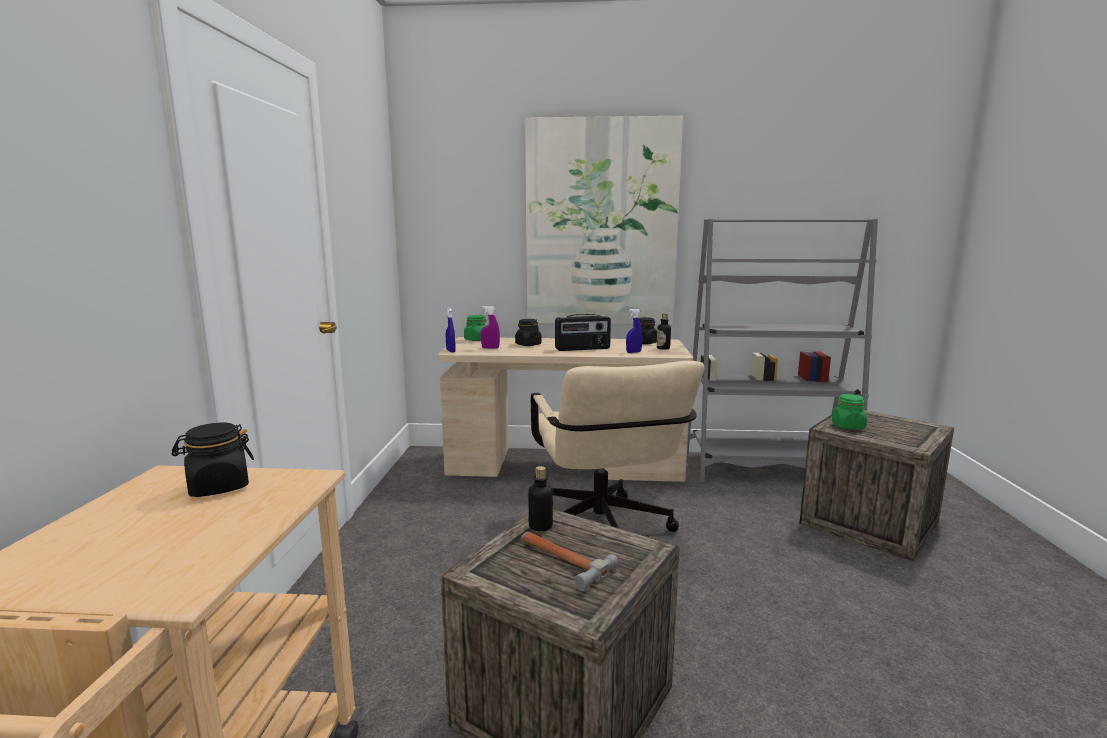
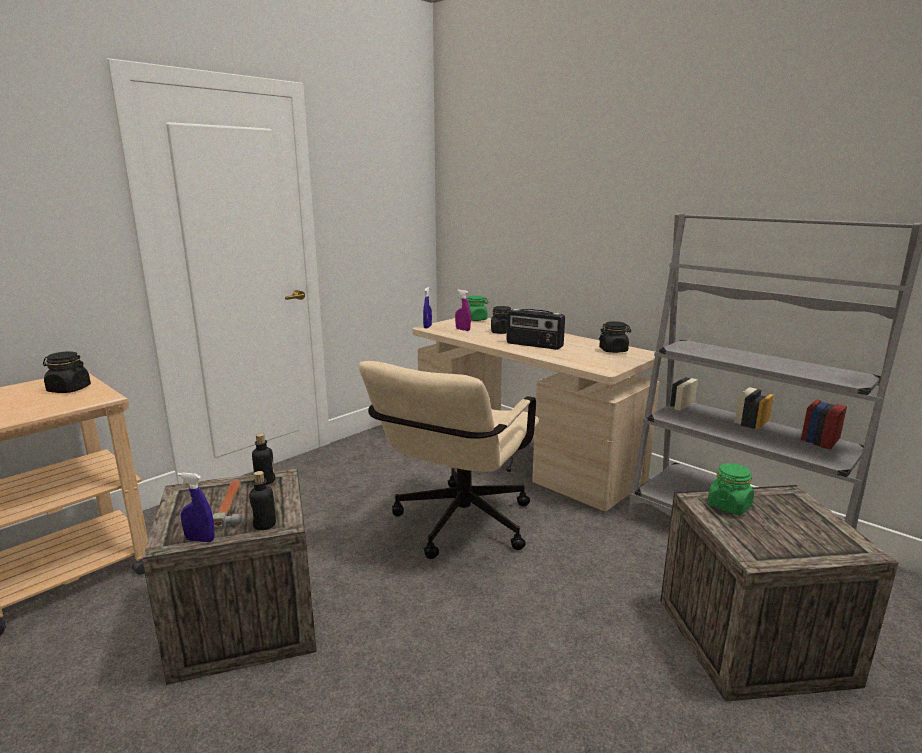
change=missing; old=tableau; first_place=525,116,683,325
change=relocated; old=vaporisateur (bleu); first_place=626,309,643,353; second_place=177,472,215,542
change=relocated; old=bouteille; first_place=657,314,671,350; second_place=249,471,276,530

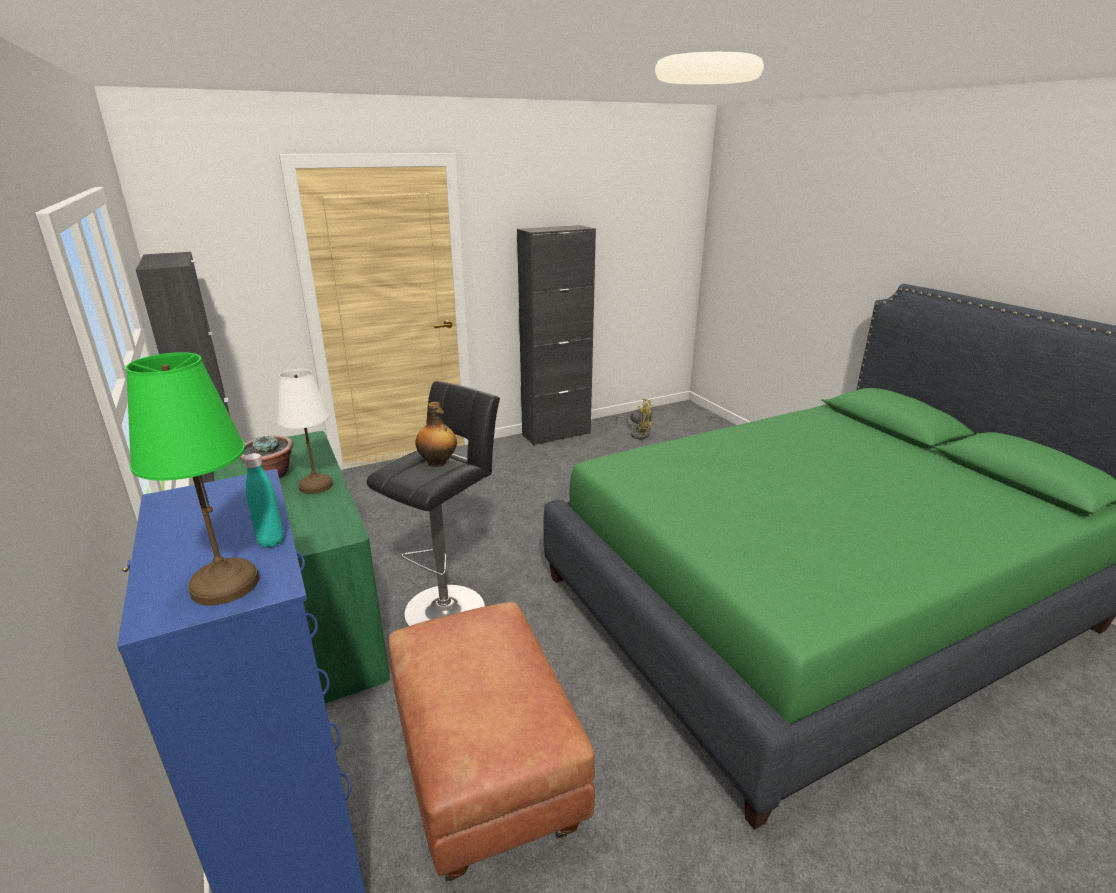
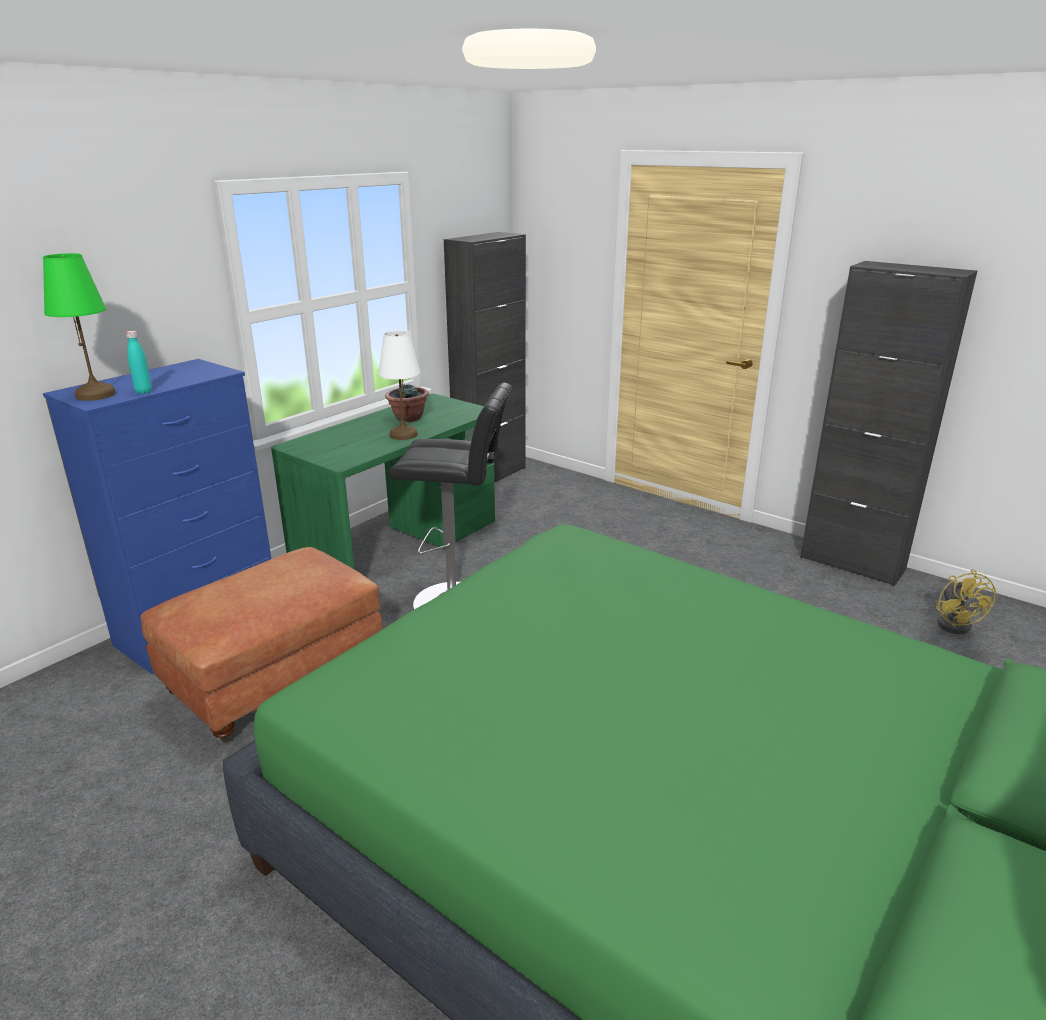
change=missing; old=bouteille; first_place=415,402,457,467

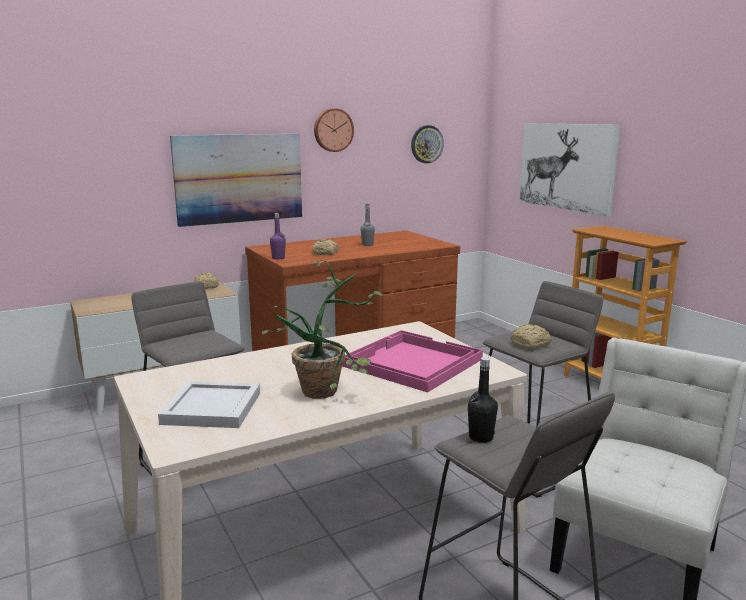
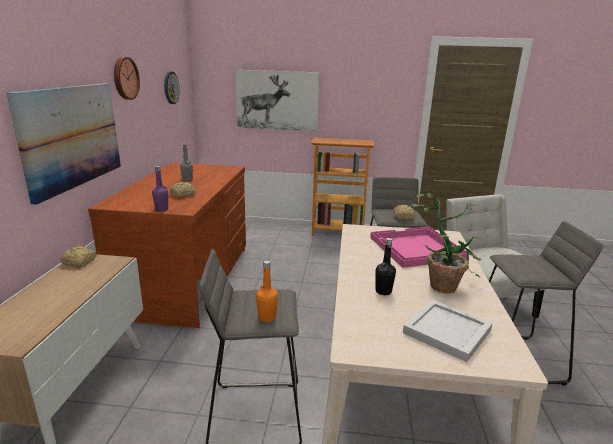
change=relocated; old=bouteille (noir); first_place=468,357,498,443; second_place=375,238,396,295
change=appeared; new=bouteille (orange); second_place=256,261,278,322

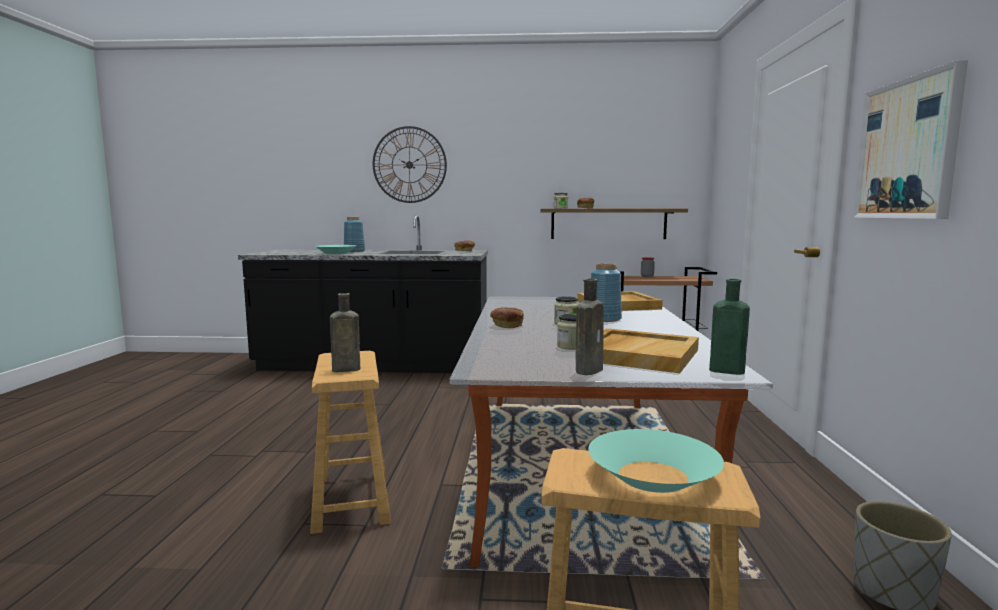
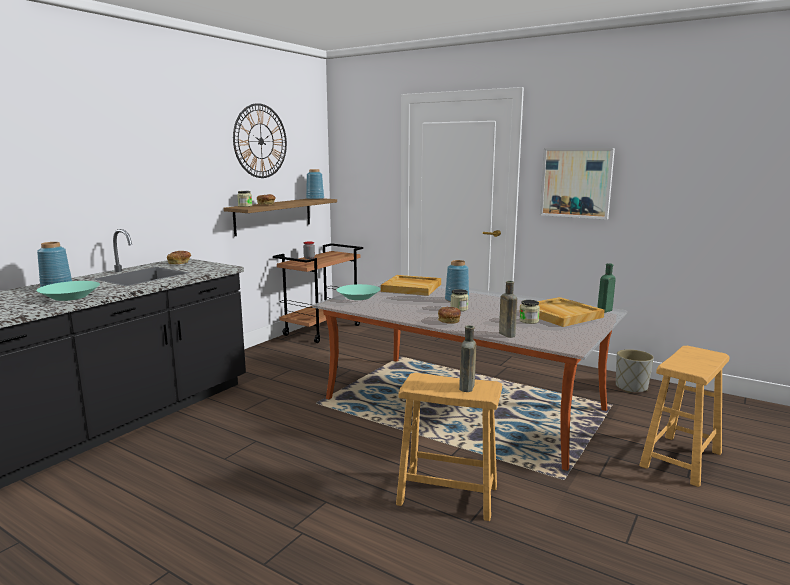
change=relocated; old=horloge murale; first_place=373,126,447,203; second_place=233,103,287,178
change=relocated; old=bouteille (marron); first_place=576,279,604,375; second_place=499,281,517,338
change=relocated; old=bol (turquoise); first_place=588,429,724,493; second_place=337,284,380,300
change=appeared; new=vase (bleu); second_place=306,169,324,200

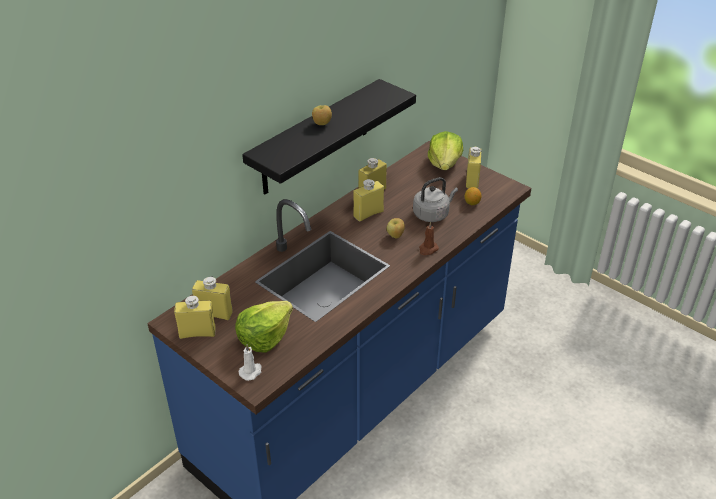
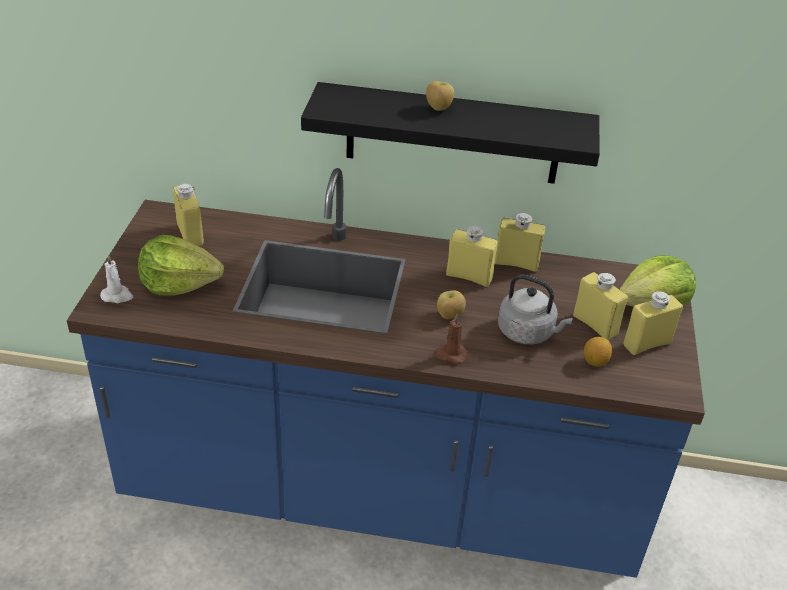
change=relocated; old=bouteille (jaune); first_place=174,296,216,339; second_place=573,272,628,340

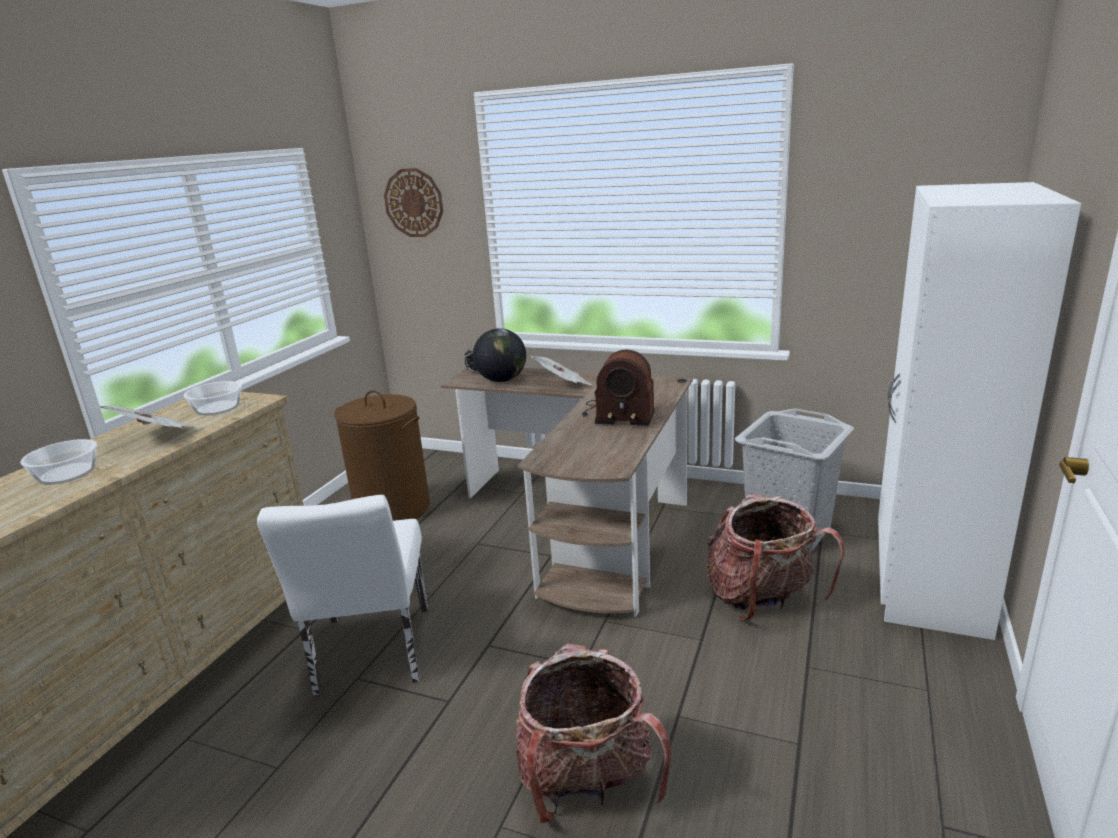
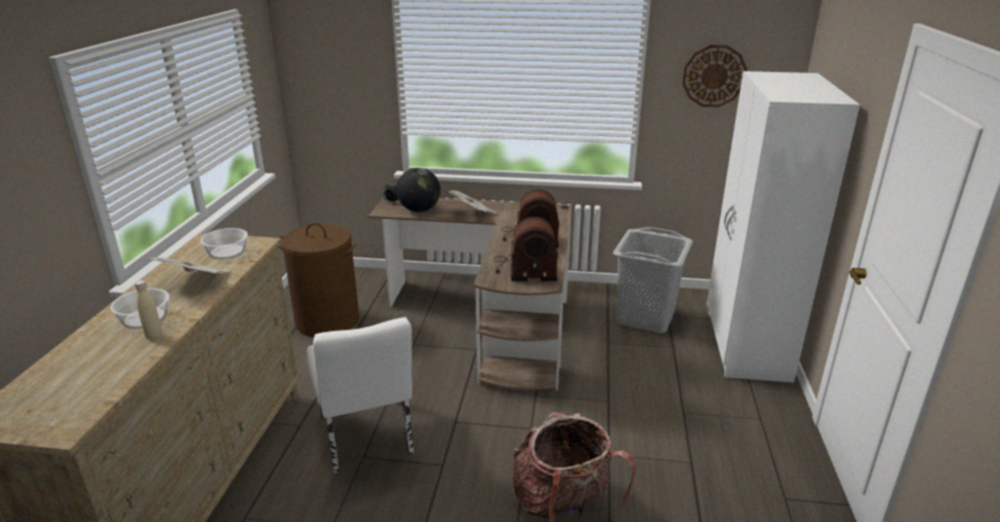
change=relocated; old=horloge murale; first_place=384,168,443,237; second_place=682,45,747,107
change=missing; old=sac à dos; first_place=706,494,844,621
change=appeared; new=bouteille (beige); second_place=134,280,162,340
change=appeared; new=radio; second_place=493,217,558,281

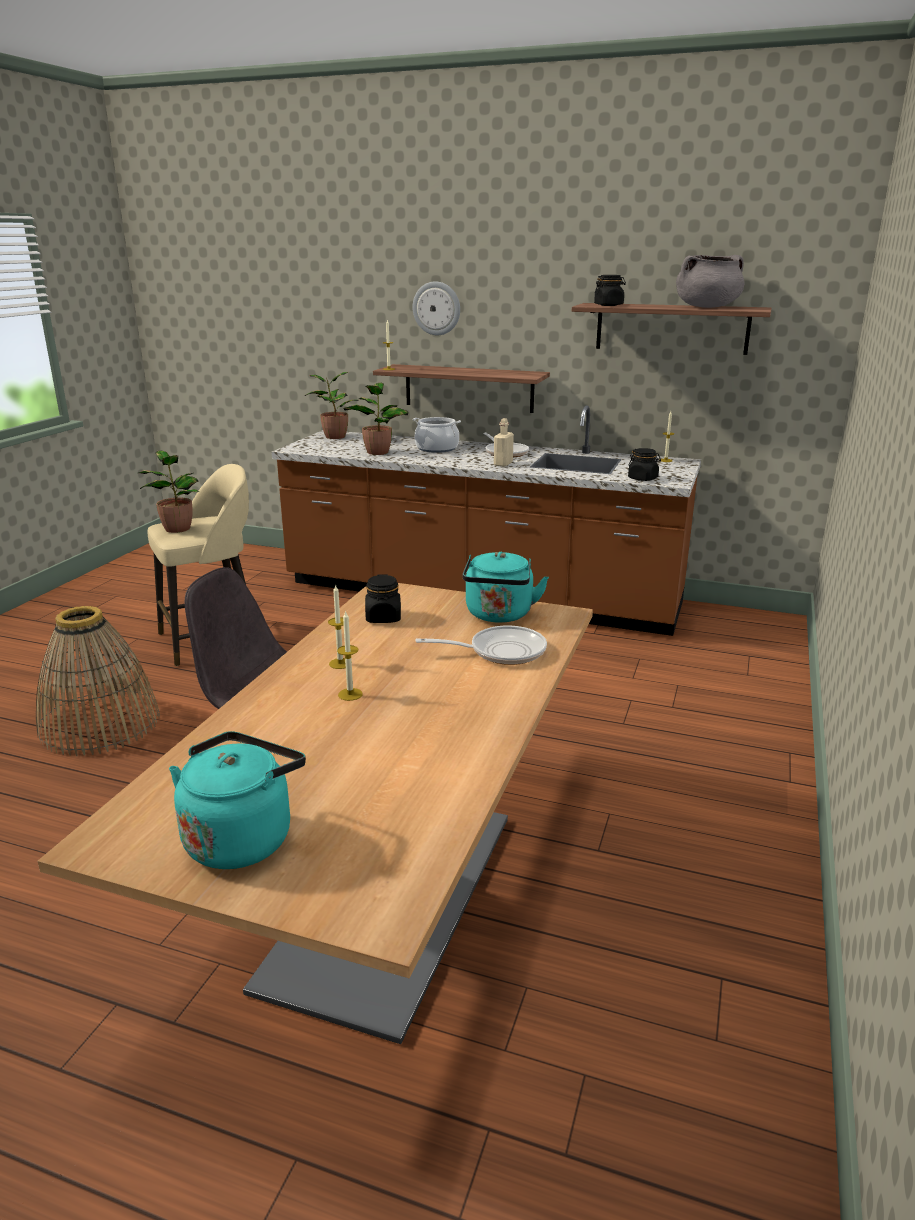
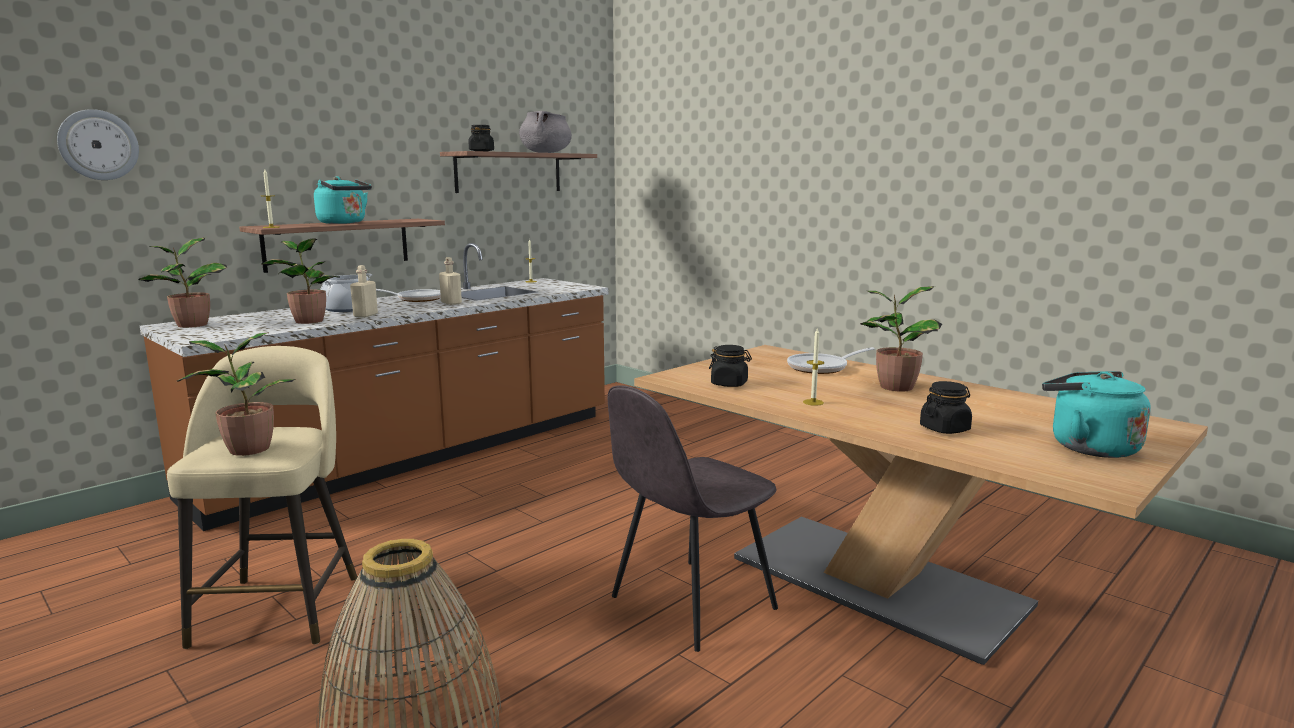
change=missing; old=bougie; first_place=337,610,363,701
change=relocated; old=horloge murale; first_place=413,281,460,335; second_place=57,109,139,180
change=spun; old=poêle; first_place=416,625,547,665; second_place=787,347,875,374; degrees=-135
change=relocated; old=bouilloire (turquoise); first_place=462,552,549,623; second_place=314,176,372,224
change=relocated; old=bocal (noir); first_place=628,448,661,481; second_place=920,381,972,434
change=appeared; new=bouteille (beige); second_place=350,265,378,318
change=appeared; new=plante en pot; second_place=860,286,942,392

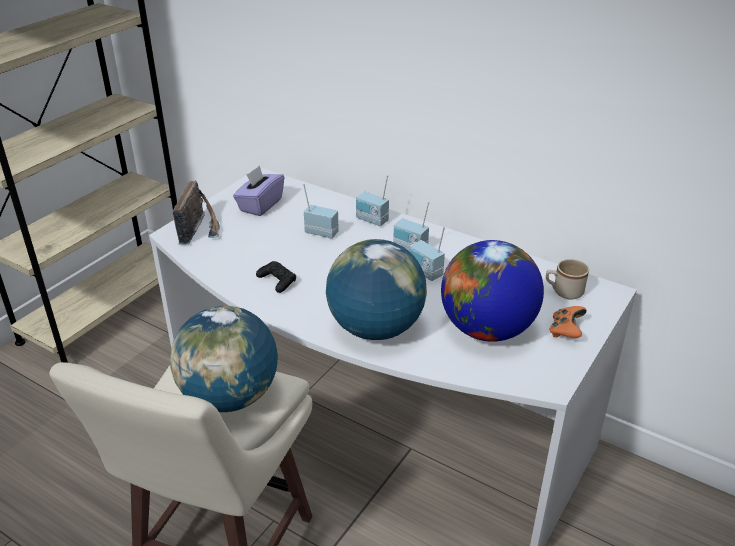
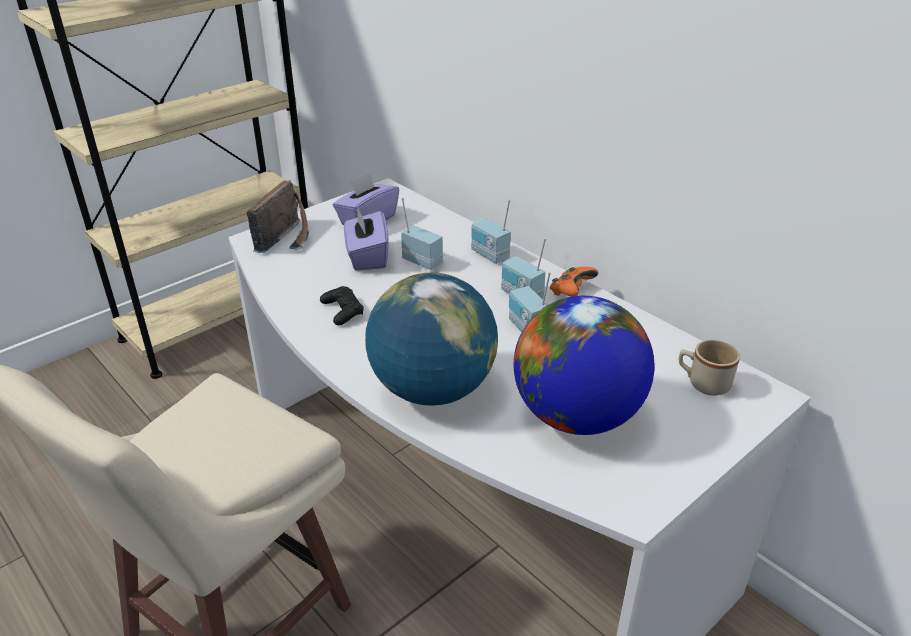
change=missing; old=globe; first_place=170,306,278,412
change=relocated; old=manette (orange); first_place=549,306,587,338; second_place=550,267,599,297
change=appeared; new=boîte à mouchoirs (violet); second_place=344,207,389,271

